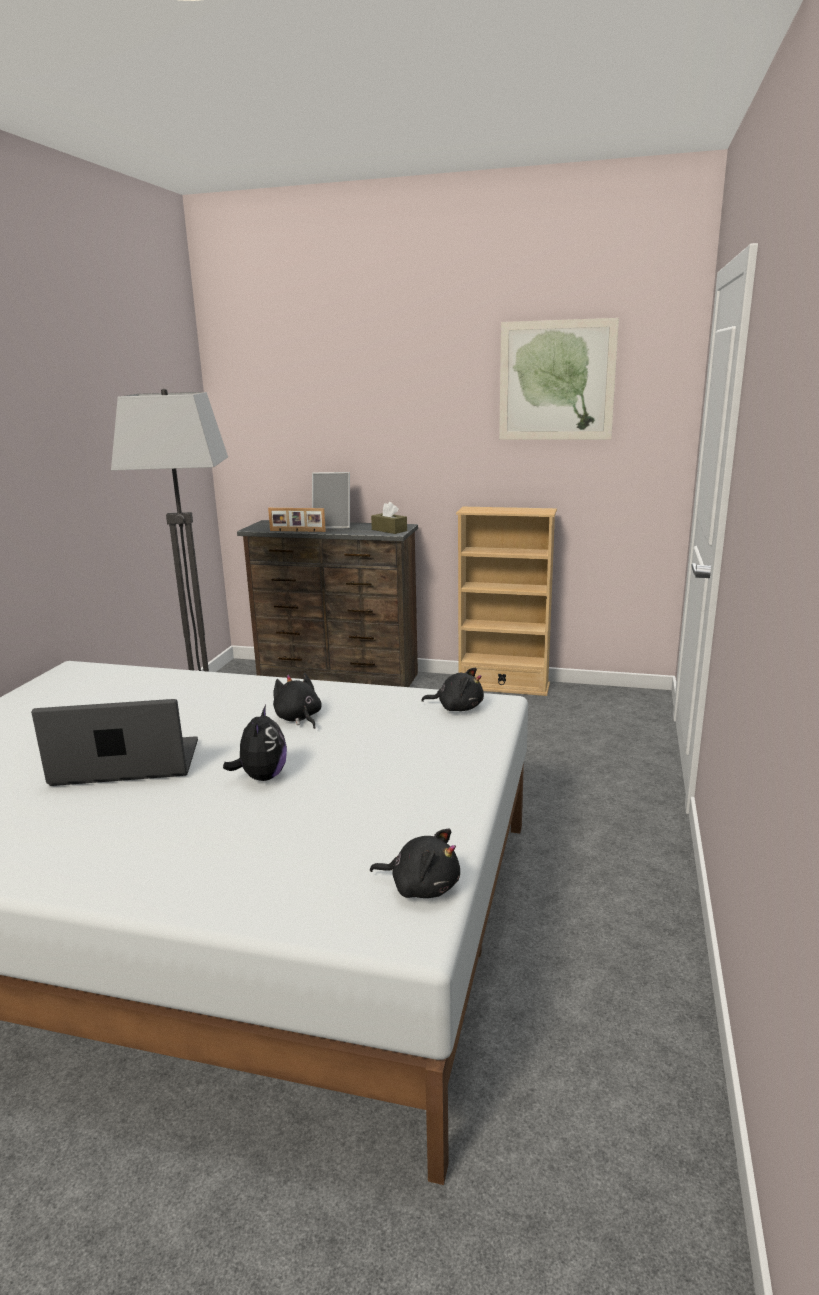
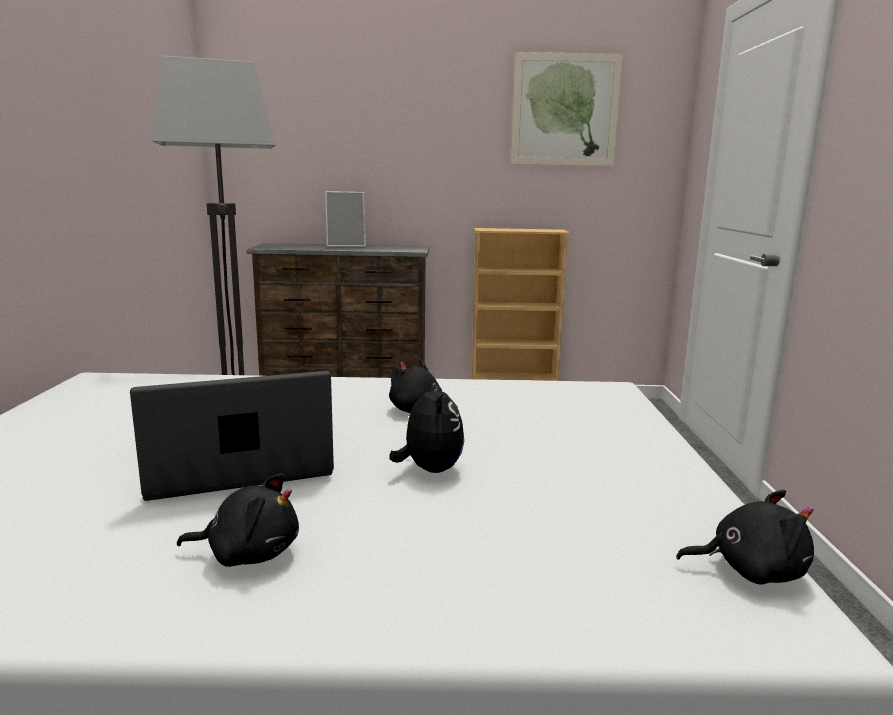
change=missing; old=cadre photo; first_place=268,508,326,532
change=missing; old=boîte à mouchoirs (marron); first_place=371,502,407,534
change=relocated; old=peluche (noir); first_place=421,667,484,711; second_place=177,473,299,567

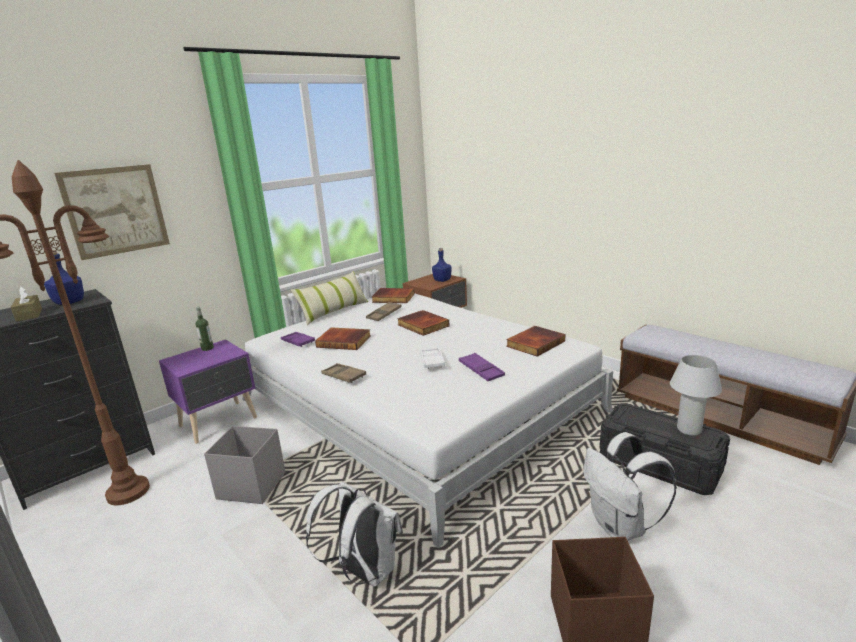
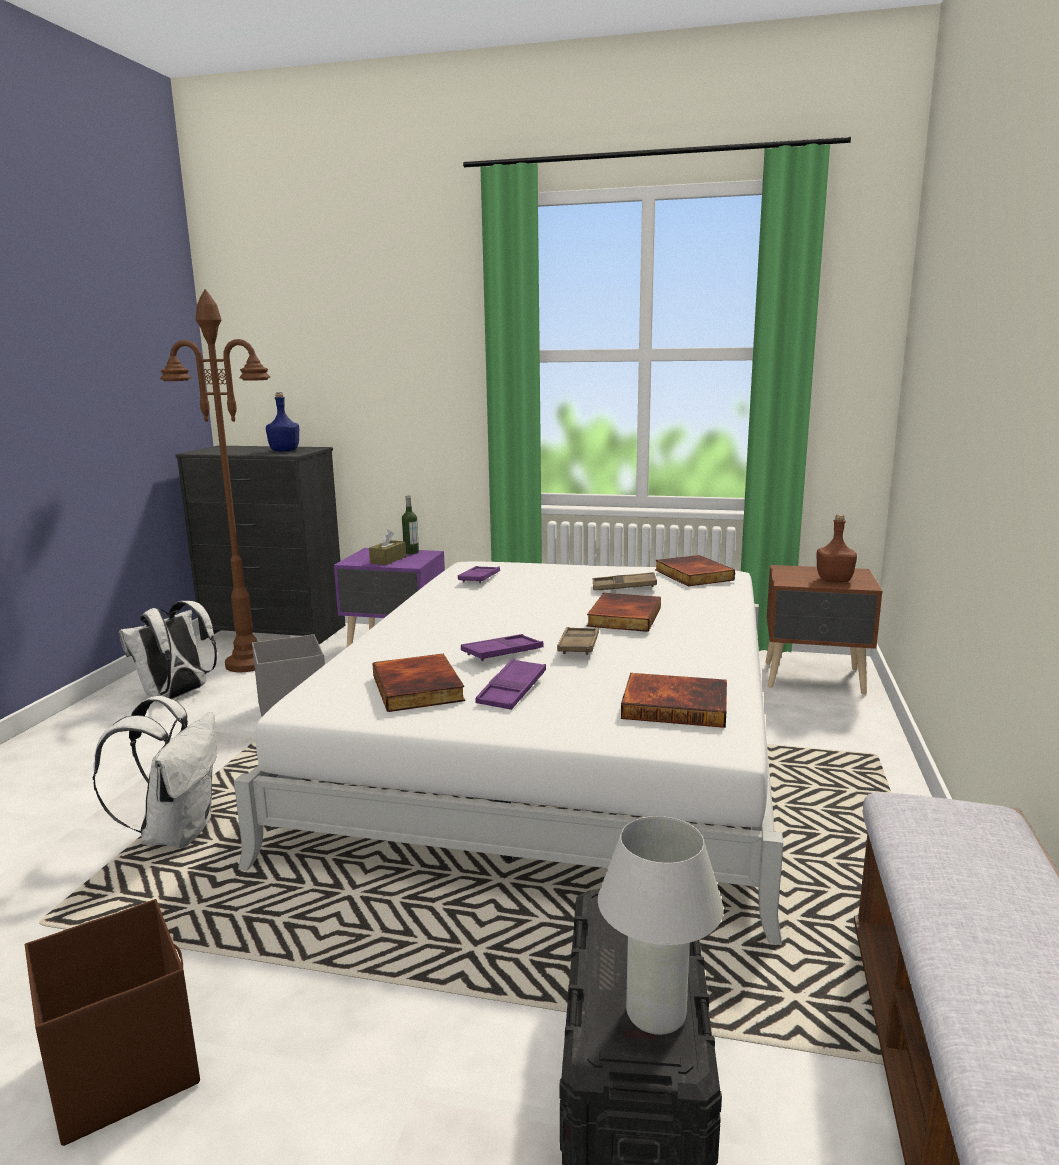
change=relocated; old=boîte à mouchoirs (marron); first_place=11,286,42,322; second_place=369,530,406,565
change=missing; old=tableau; first_place=54,164,170,260
change=missing; old=coussin; first_place=291,271,368,325
change=relocated; old=livre; first_place=315,327,371,350; second_place=372,653,465,712
change=relocated; old=plateau (marron); first_place=321,363,366,383; second_place=557,627,599,655
change=colour; old=plateau (blanc); new=plateau (violet); first_place=420,348,445,369; second_place=461,634,544,661
change=colour; old=bouteille (bleu); new=bouteille (marron); first_place=432,248,452,282; second_place=817,514,857,583
change=relocated; old=sac à dos (blanc); first_place=583,432,677,541; second_place=119,601,217,699

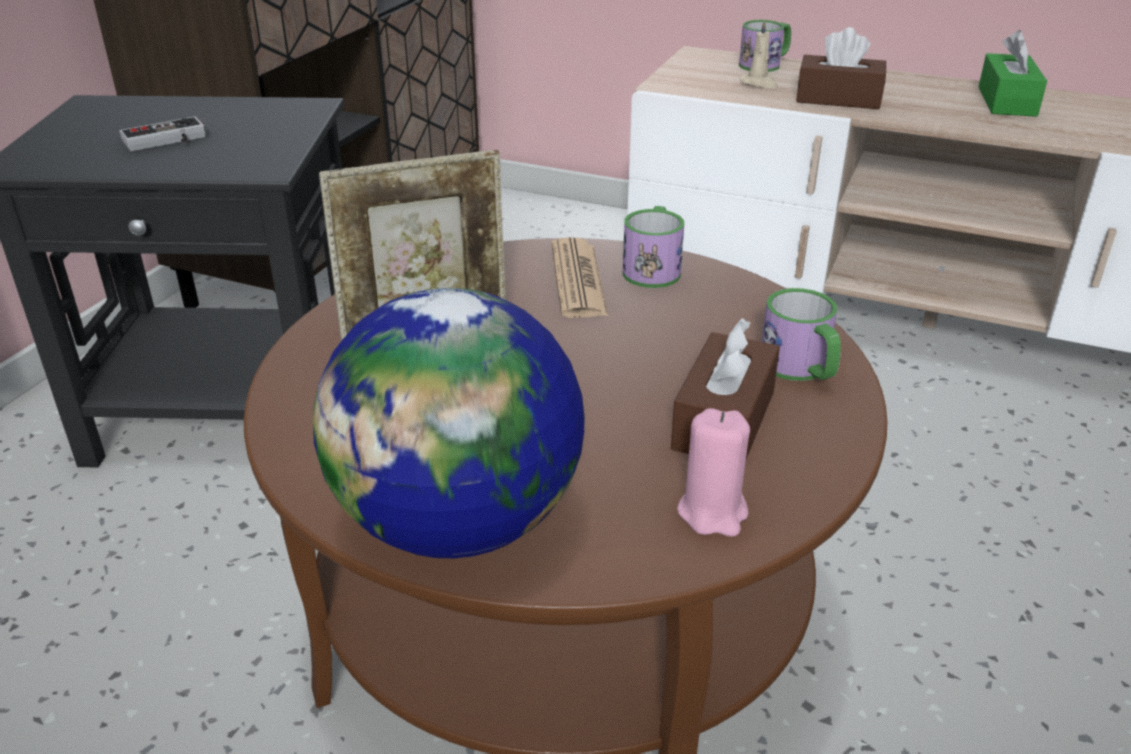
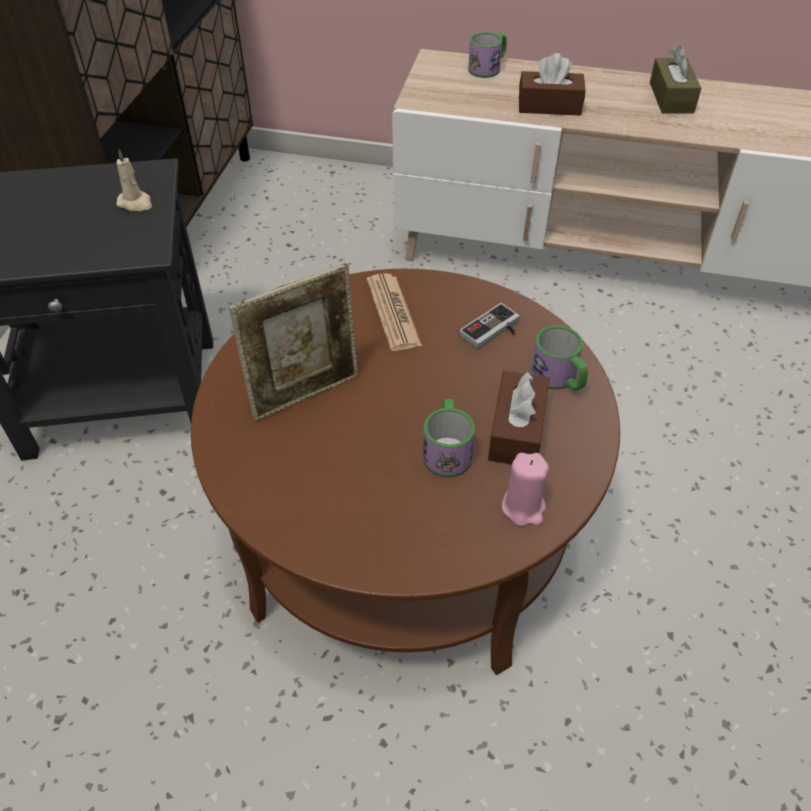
change=relocated; old=manette; first_place=120,116,206,151; second_place=459,303,520,350
change=missing; old=globe; first_place=313,288,585,558
change=relocated; old=mug; first_place=623,206,684,288; second_place=423,399,475,478
change=relocated; old=bougie (beige); first_place=740,19,777,88; second_place=116,149,152,211
change=colour; old=boîte à mouchoirs (vert); new=boîte à mouchoirs (marron); first_place=979,30,1047,117; second_place=650,46,701,113

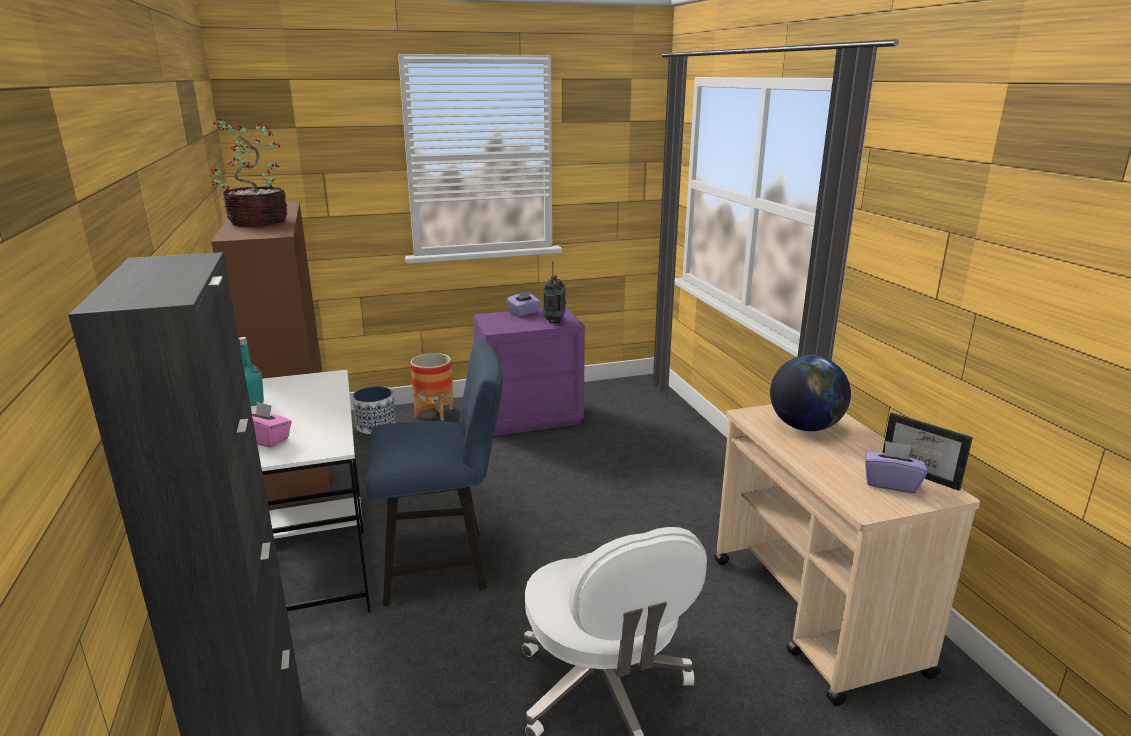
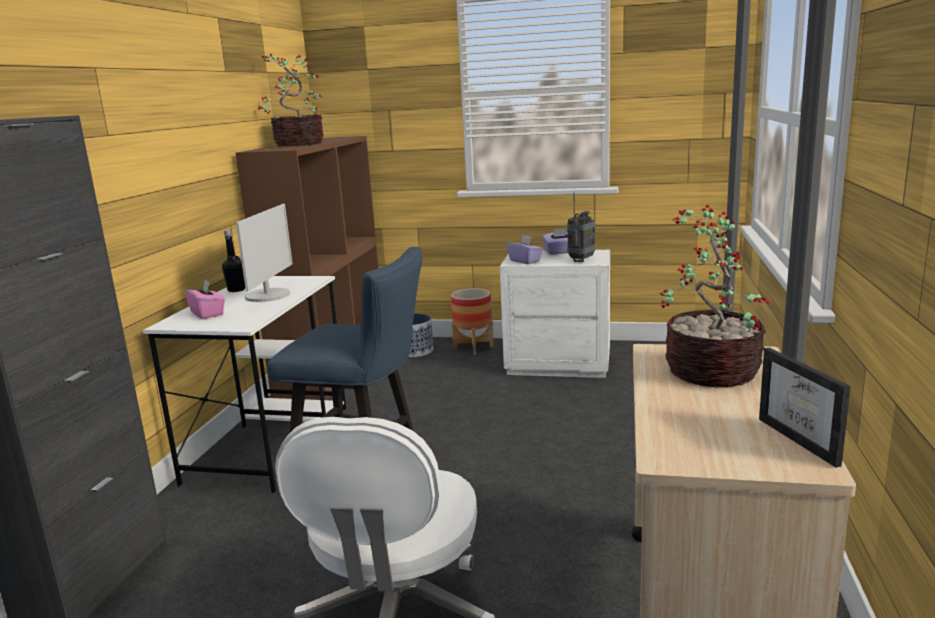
change=colour; old=bouteille (turquoise); new=bouteille (noir); first_place=239,337,264,406; second_place=222,230,245,292
change=colour; old=table de chevet (violet); new=table de chevet (blanc); first_place=473,308,585,436; second_place=500,250,610,378
change=exchanged; old=globe; new=plante en pot; first_place=770,355,851,431; second_place=660,204,770,388
change=relocated; old=boîte à mouchoirs (violet); first_place=865,441,927,494; second_place=506,235,543,264
change=appeared; new=écran d'ordinateur; second_place=236,204,293,302

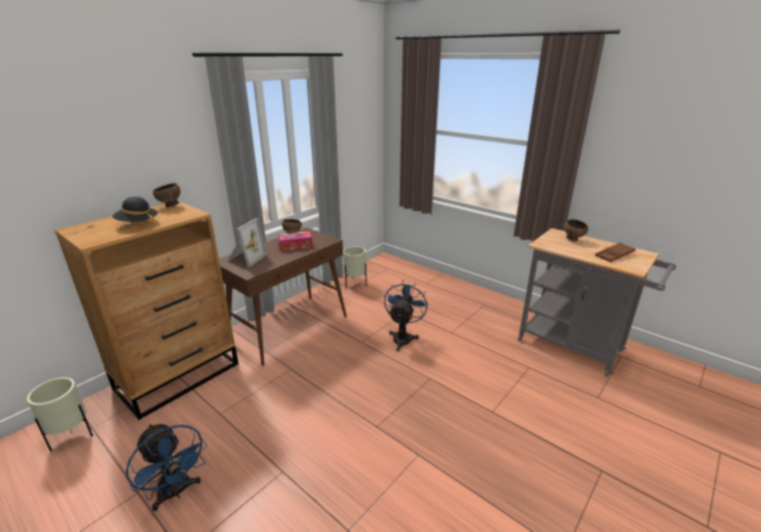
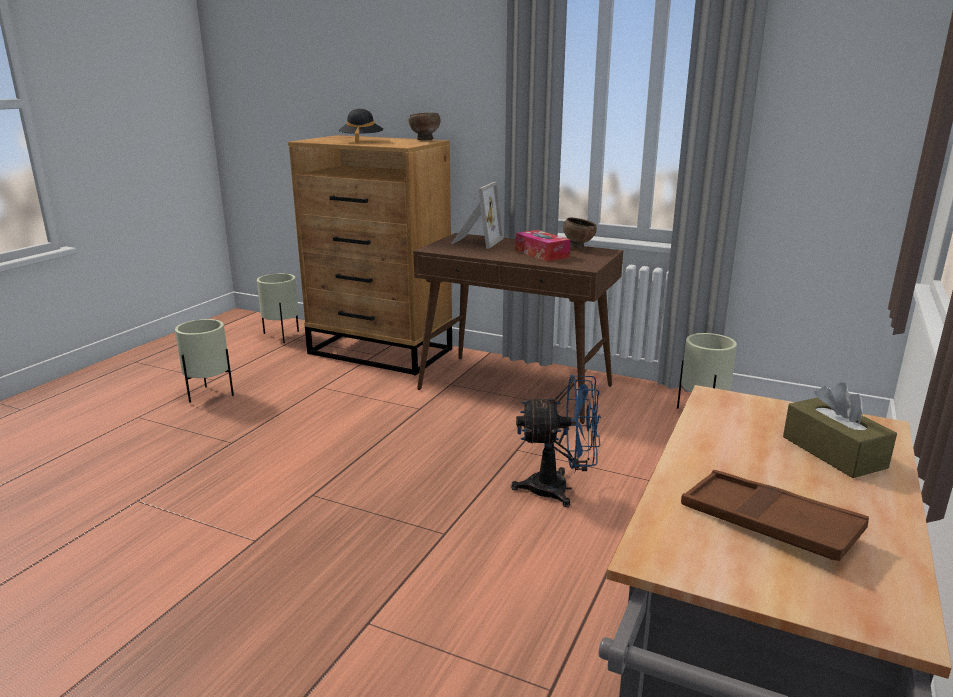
change=exchanged; old=ventilateur (bleu); new=cache-pot (beige); first_place=126,424,207,511; second_place=175,319,234,403
change=spun; old=cadre photo; first_place=228,218,267,267; second_place=451,182,504,249; degrees=-75
change=exchanged; old=bol (marron); new=boîte à mouchoirs (marron); first_place=564,219,588,242; second_place=783,382,897,478

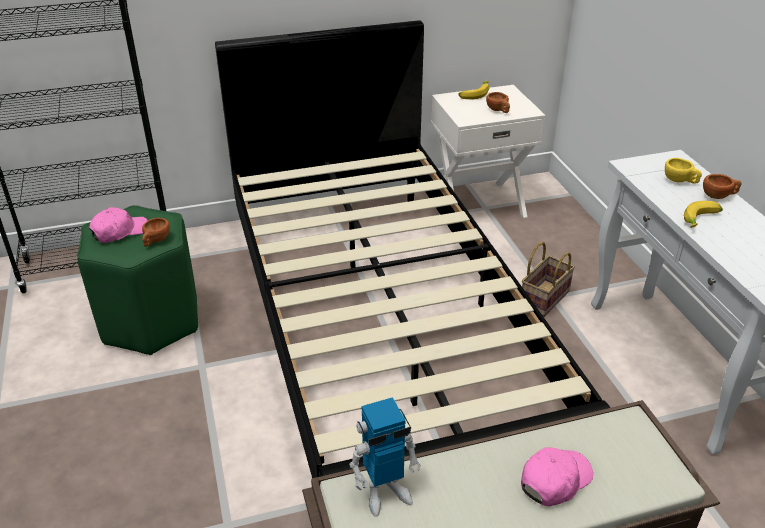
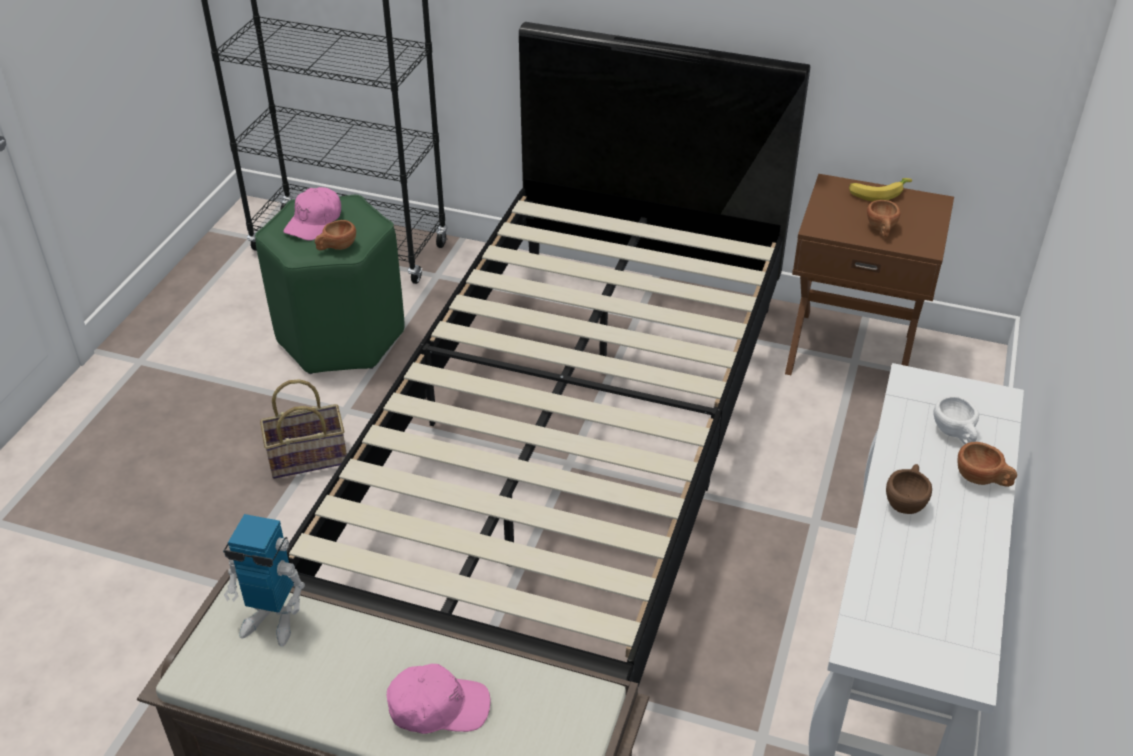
change=spun; old=casquette (rose); first_place=89,207,148,243; second_place=283,187,341,241; degrees=120
change=colour; old=table de chevet (blanc); new=table de chevet (marron); first_place=431,85,545,218; second_place=785,174,954,375
change=relocated; old=panier; first_place=522,242,575,317; second_place=260,379,347,479
change=colour; old=tasse (jaune); new=tasse (blanc); first_place=665,158,702,184; second_place=934,396,979,444
change=exchanged; old=banane; new=tasse (marron); first_place=684,201,723,228; second_place=886,464,932,514

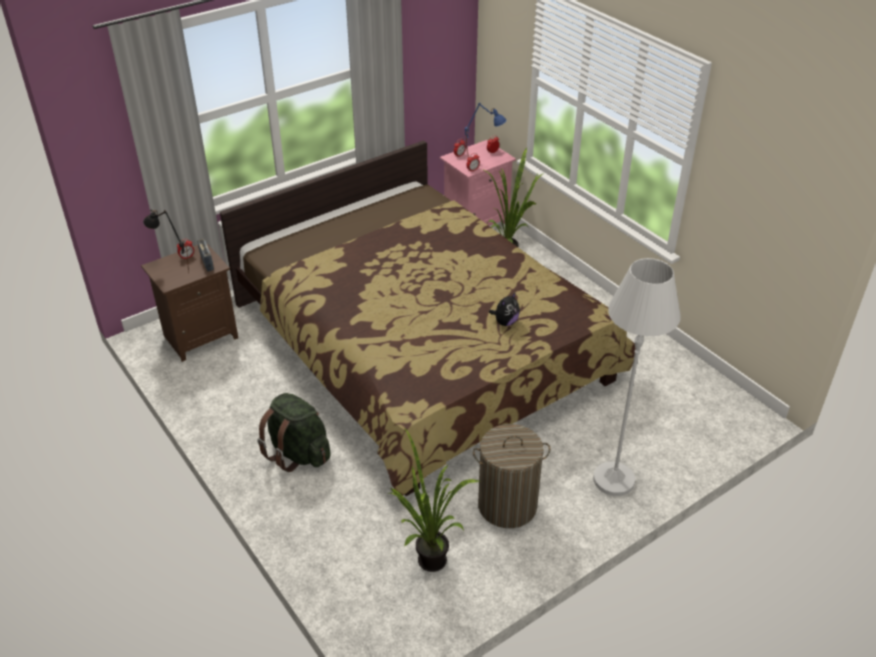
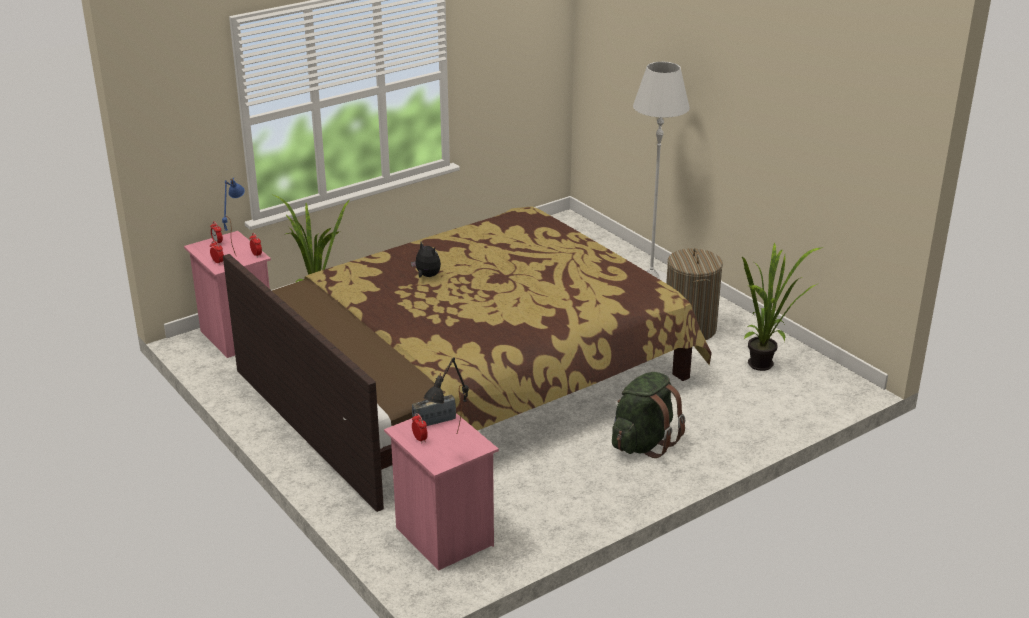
change=colour; old=table de chevet (marron); new=table de chevet (rose); first_place=141,244,238,362; second_place=384,413,499,570
change=relocated; old=peluche; first_place=489,292,520,326; second_place=411,242,441,277

